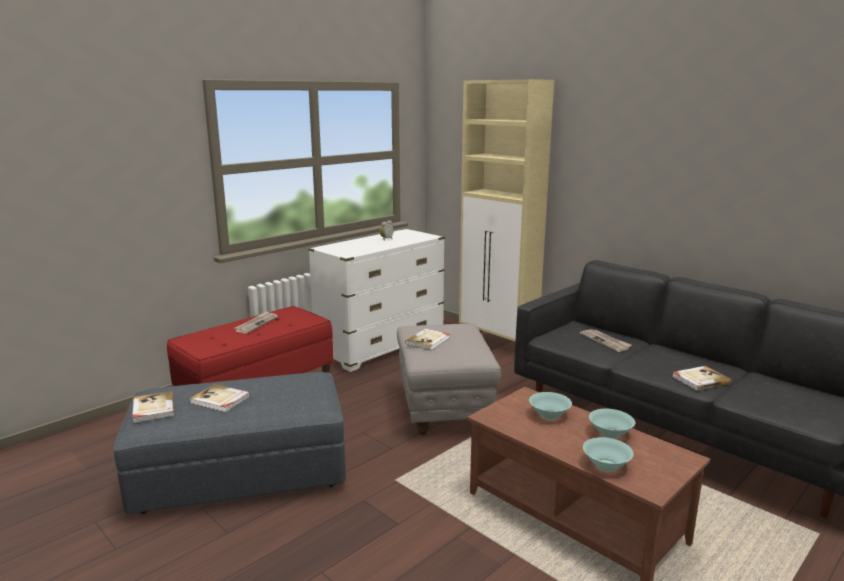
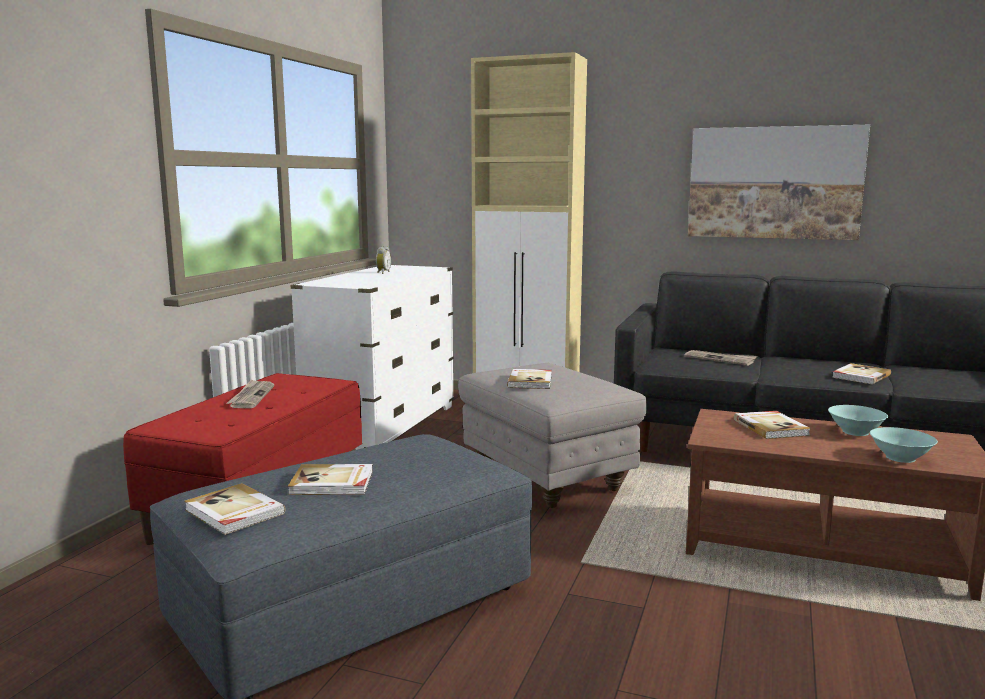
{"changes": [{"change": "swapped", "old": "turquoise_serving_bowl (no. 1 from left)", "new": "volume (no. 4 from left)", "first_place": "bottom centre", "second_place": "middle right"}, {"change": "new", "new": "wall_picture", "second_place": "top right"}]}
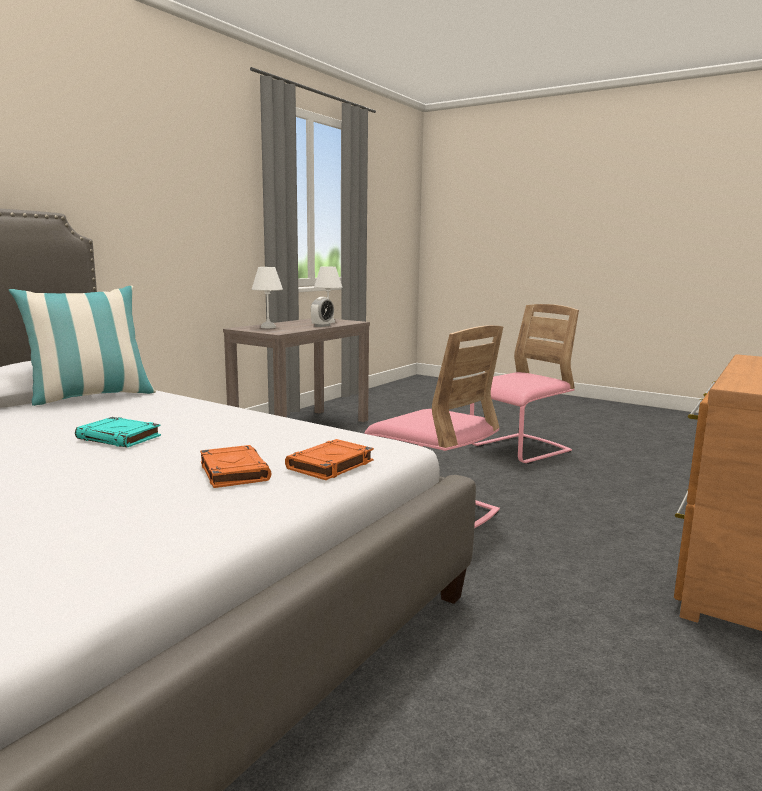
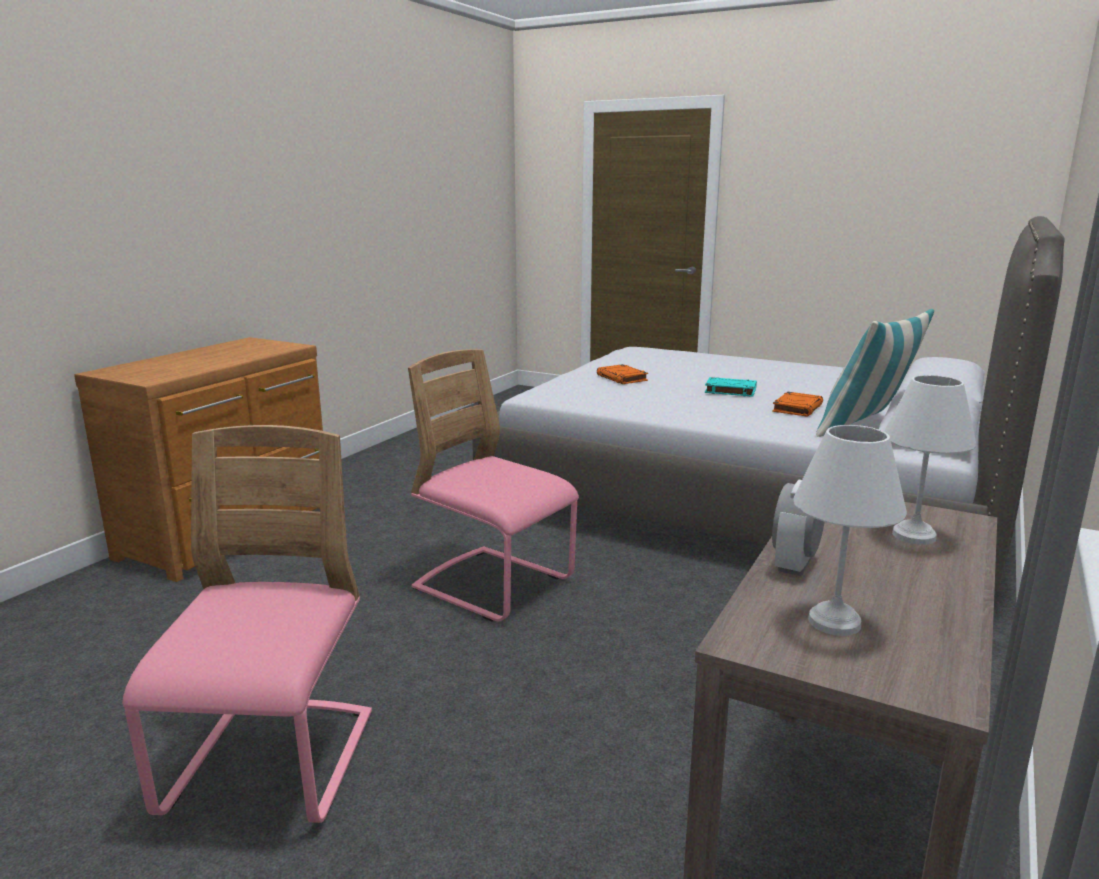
{"changes": [{"change": "shifted", "old": "orangey_volume (no. 2 from left)", "first_place": "centre", "second_place": "middle right"}, {"change": "rotated", "old": "pink-coloured_chair (no. 2 from left in the first image)", "first_place": "middle right", "second_place": "bottom left", "degrees": 135}]}
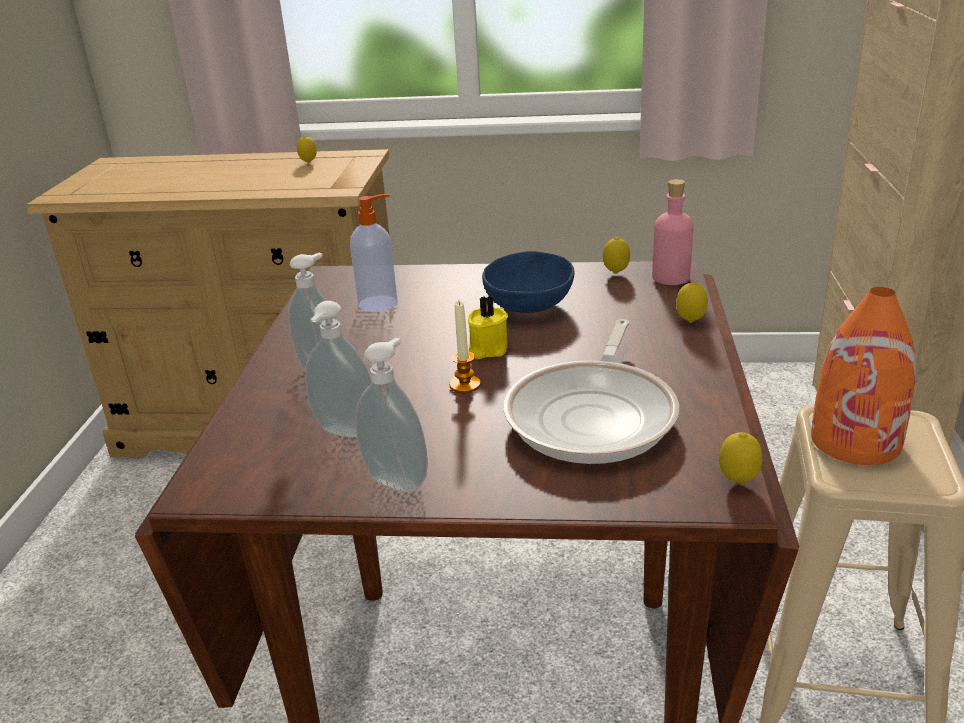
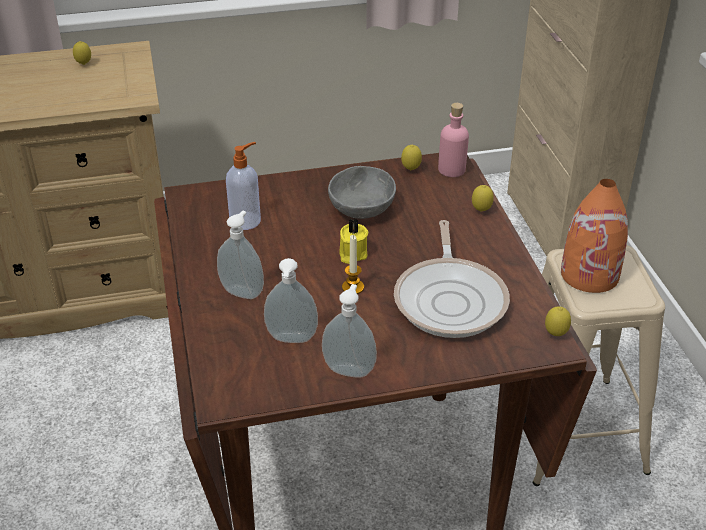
{"changes": [{"change": "repainted", "old": "blue-coloured_serving_bowl", "new": "grey_serving_bowl", "first_place": "centre", "second_place": "centre"}]}
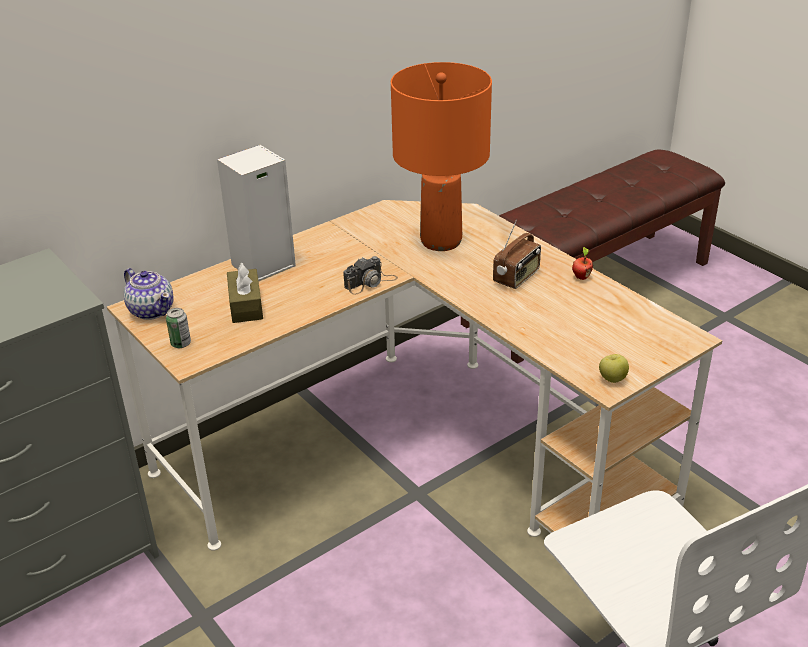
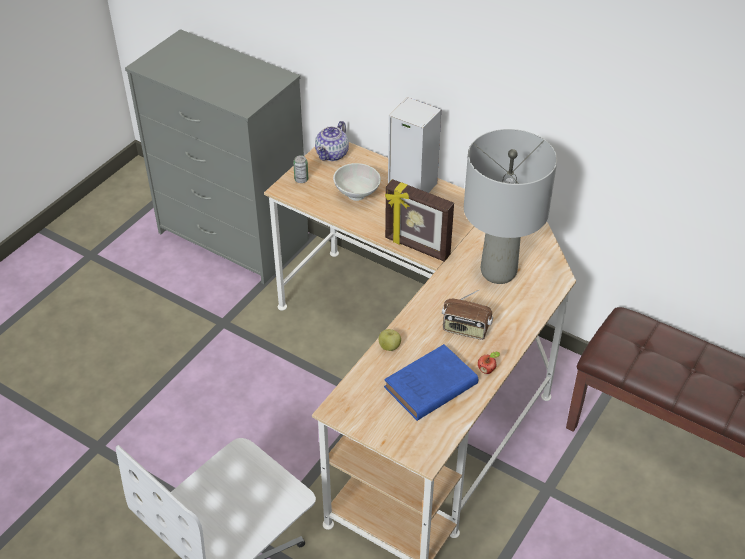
{"changes": [{"change": "swapped", "old": "brown_box_of_tissues", "new": "white-coloured_serving_bowl", "first_place": "middle left", "second_place": "top centre"}, {"change": "swapped", "old": "photo_camera", "new": "photo_frame", "first_place": "centre", "second_place": "centre"}, {"change": "repainted", "old": "orangey_tabletop_lamp", "new": "grey_tabletop_lamp", "first_place": "top centre", "second_place": "middle right"}, {"change": "shifted", "old": "whole_apple (no. 2 from left in the first image)", "new": "whole_apple (no. 1 from left)", "first_place": "middle right", "second_place": "centre"}, {"change": "new", "new": "blue-coloured_volume", "second_place": "bottom centre"}]}
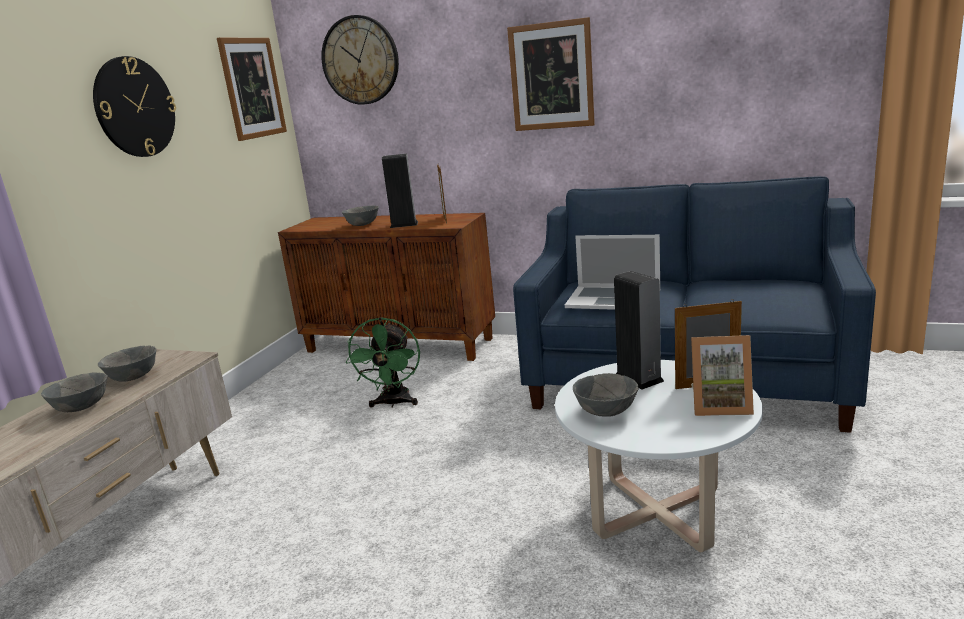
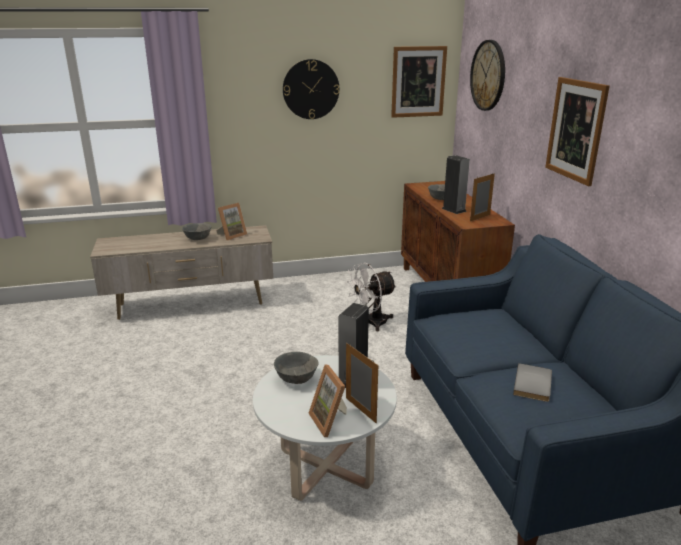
{"changes": [{"change": "swapped", "old": "grey_serving_bowl (no. 2 from left)", "new": "photo_frame (no. 1 from left)", "first_place": "middle left", "second_place": "centre"}, {"change": "repainted", "old": "green_electric_fan", "new": "white-coloured_electric_fan", "first_place": "centre", "second_place": "centre"}, {"change": "gone", "old": "notebook_computer", "first_place": "centre"}, {"change": "new", "new": "grey_volume", "second_place": "bottom right"}]}
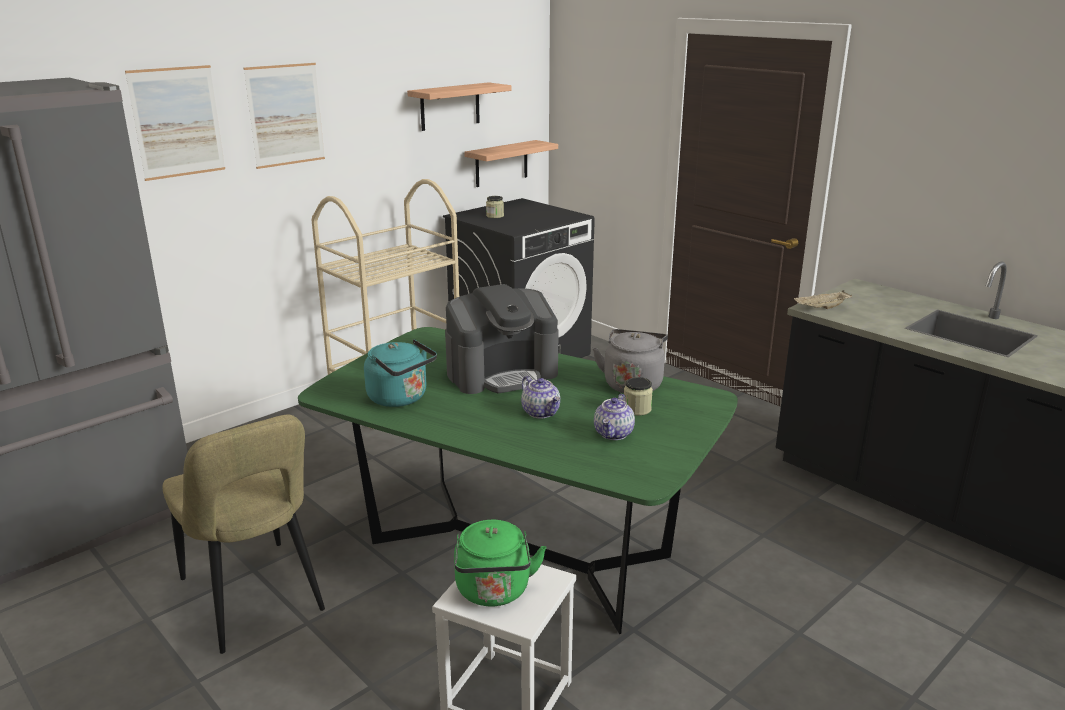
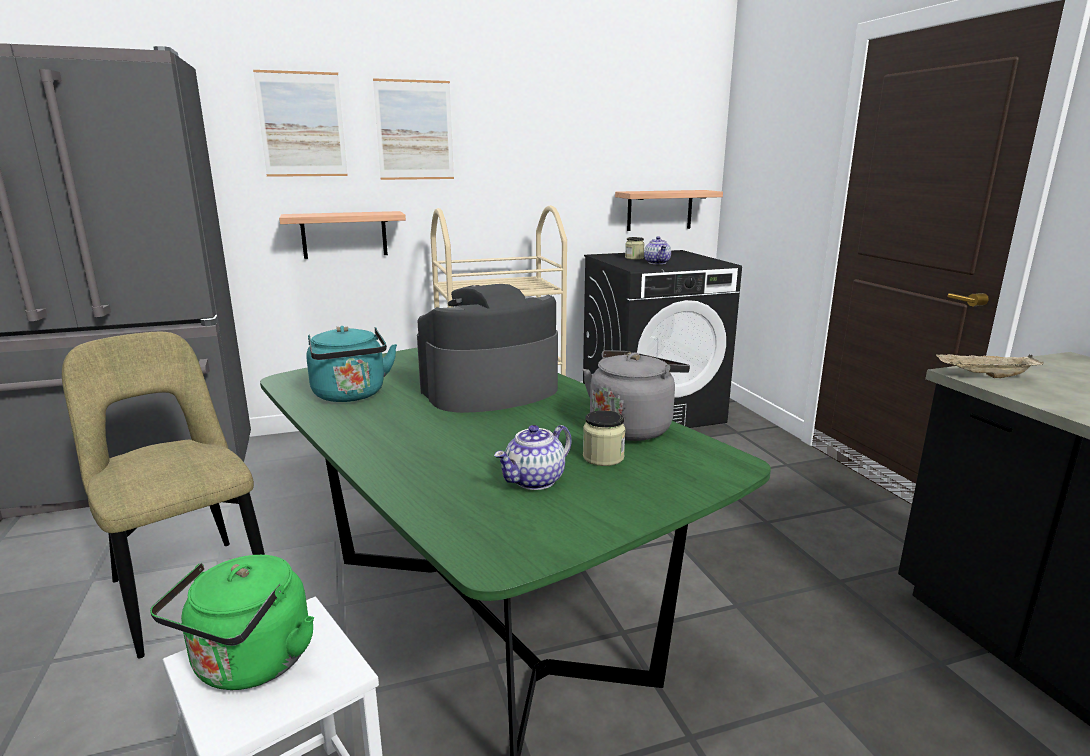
{"changes": [{"change": "rotated", "old": "beige_chair", "first_place": "bottom left", "second_place": "middle left", "degrees": 150}, {"change": "shifted", "old": "wall_shelf (no. 1 from left)", "first_place": "top centre", "second_place": "top left"}, {"change": "rotated", "old": "coffee_brewer", "first_place": "centre", "second_place": "centre", "degrees": 150}, {"change": "shifted", "old": "pot_for_tea (no. 1 from left in the first image)", "new": "pot_for_tea (no. 2 from left)", "first_place": "centre", "second_place": "top centre"}]}
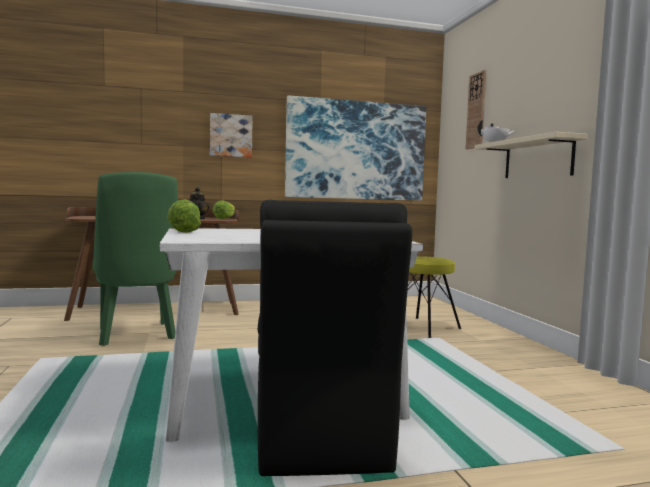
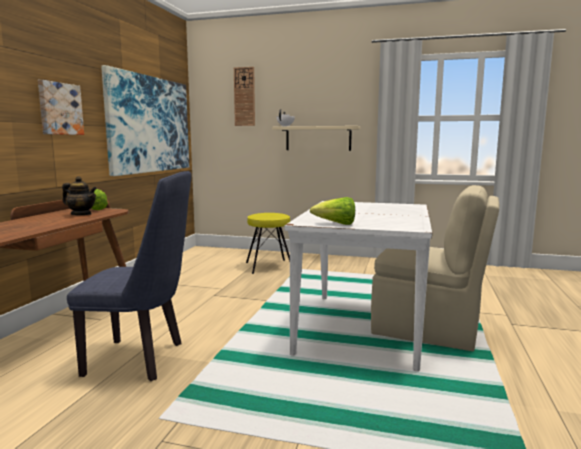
{"changes": [{"change": "repainted", "old": "green_chair", "new": "blue-coloured_chair", "first_place": "middle left", "second_place": "middle left"}, {"change": "repainted", "old": "black_chair", "new": "beige_chair", "first_place": "bottom centre", "second_place": "middle right"}]}
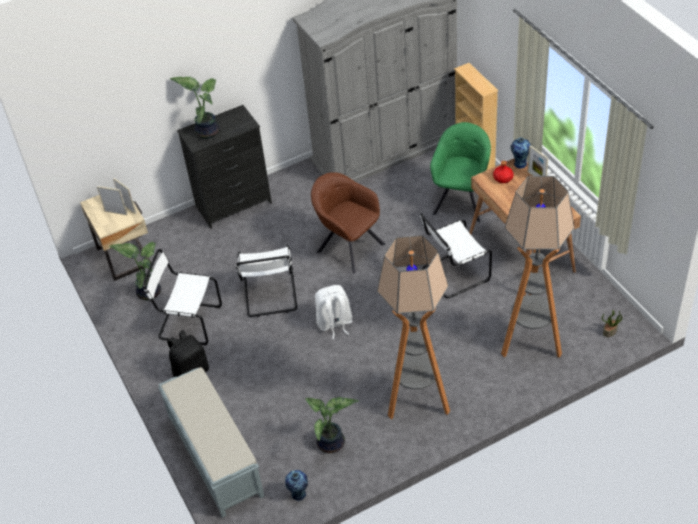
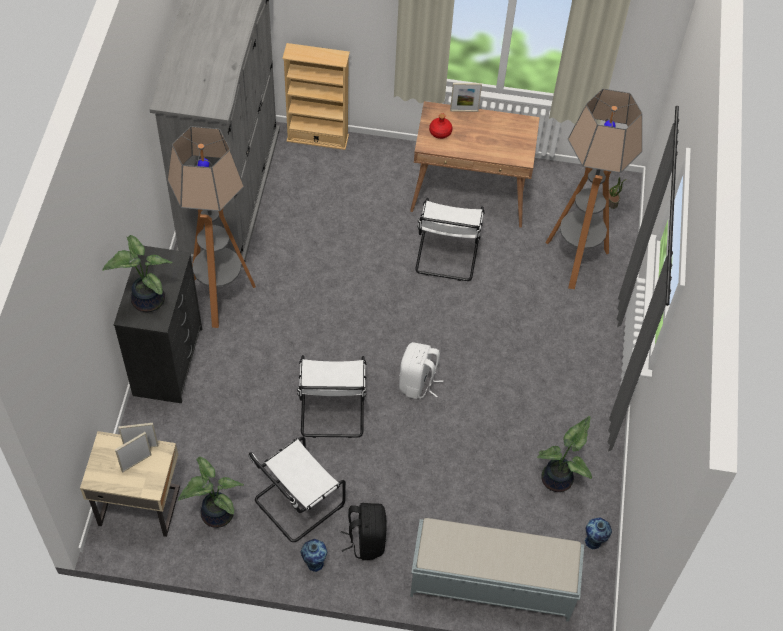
{"changes": [{"change": "rotated", "old": "white-coloured_chair (no. 2 from left)", "first_place": "centre", "second_place": "centre", "degrees": 60}, {"change": "gone", "old": "brown_armchair", "first_place": "centre"}, {"change": "shifted", "old": "standard_lamp (no. 1 from left)", "first_place": "centre", "second_place": "middle left"}, {"change": "gone", "old": "green_armchair", "first_place": "top centre"}, {"change": "shifted", "old": "flower_vase (no. 2 from left in the first image)", "new": "flower_vase (no. 1 from left)", "first_place": "top right", "second_place": "bottom centre"}]}
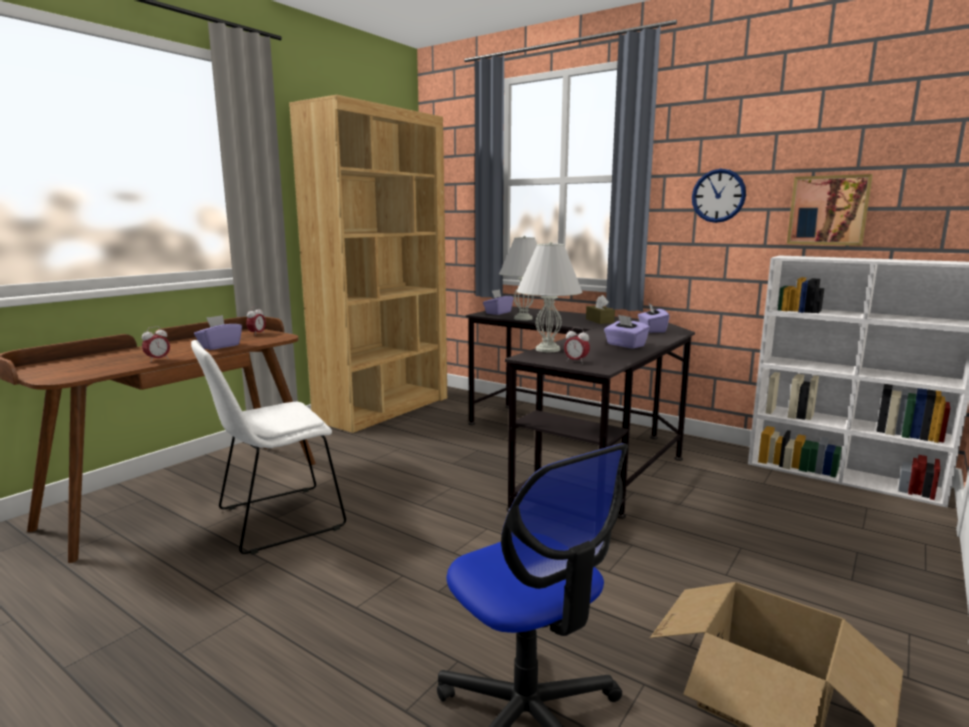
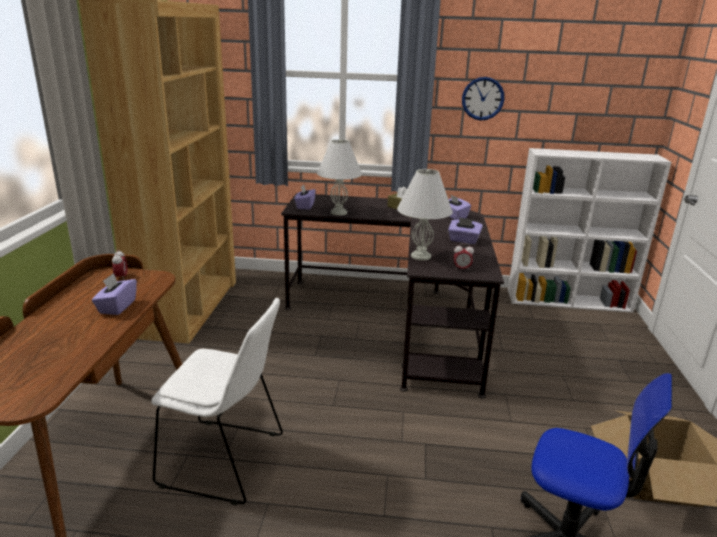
{"changes": [{"change": "gone", "old": "alarm_clock (no. 1 from left)", "first_place": "middle left"}, {"change": "rotated", "old": "white-coloured_chair", "first_place": "middle left", "second_place": "bottom left", "degrees": -105}, {"change": "gone", "old": "wall_picture", "first_place": "top right"}]}
